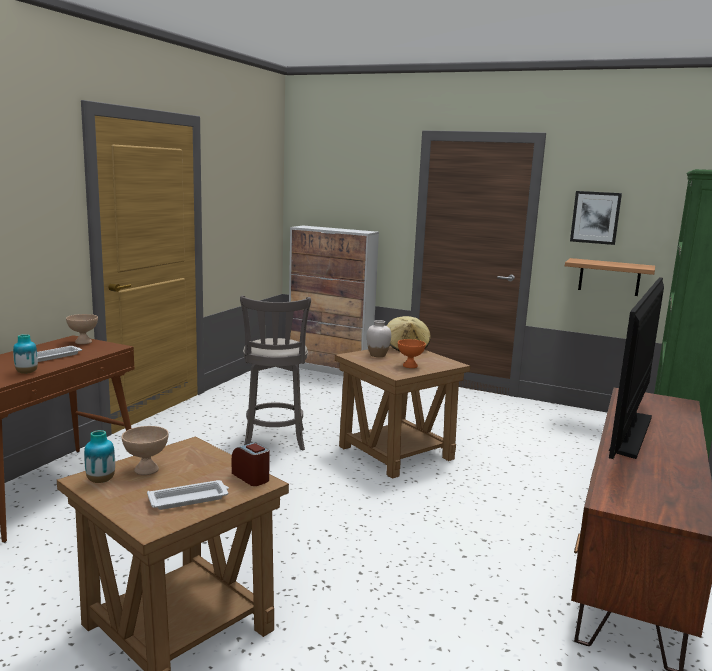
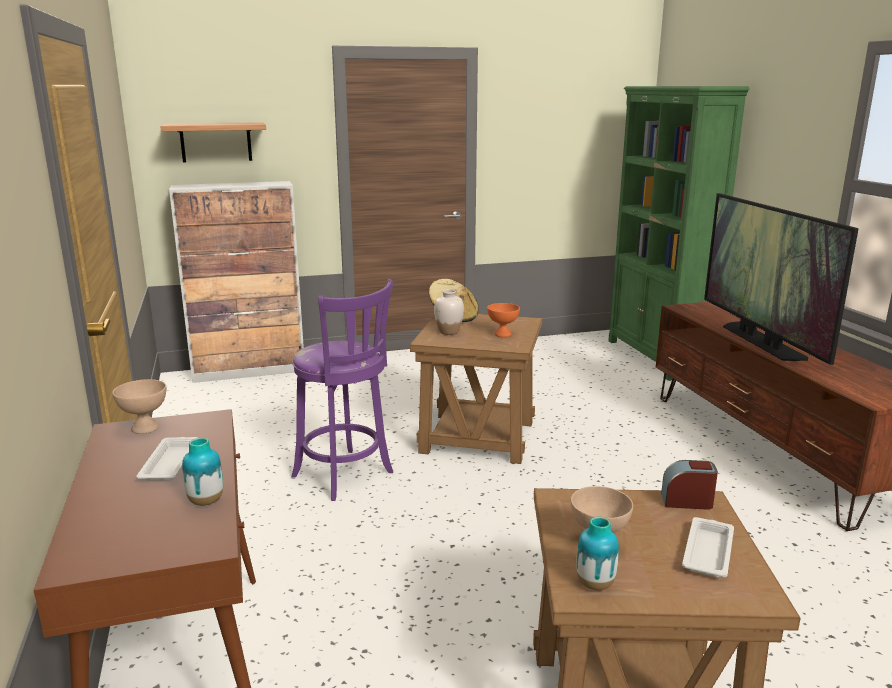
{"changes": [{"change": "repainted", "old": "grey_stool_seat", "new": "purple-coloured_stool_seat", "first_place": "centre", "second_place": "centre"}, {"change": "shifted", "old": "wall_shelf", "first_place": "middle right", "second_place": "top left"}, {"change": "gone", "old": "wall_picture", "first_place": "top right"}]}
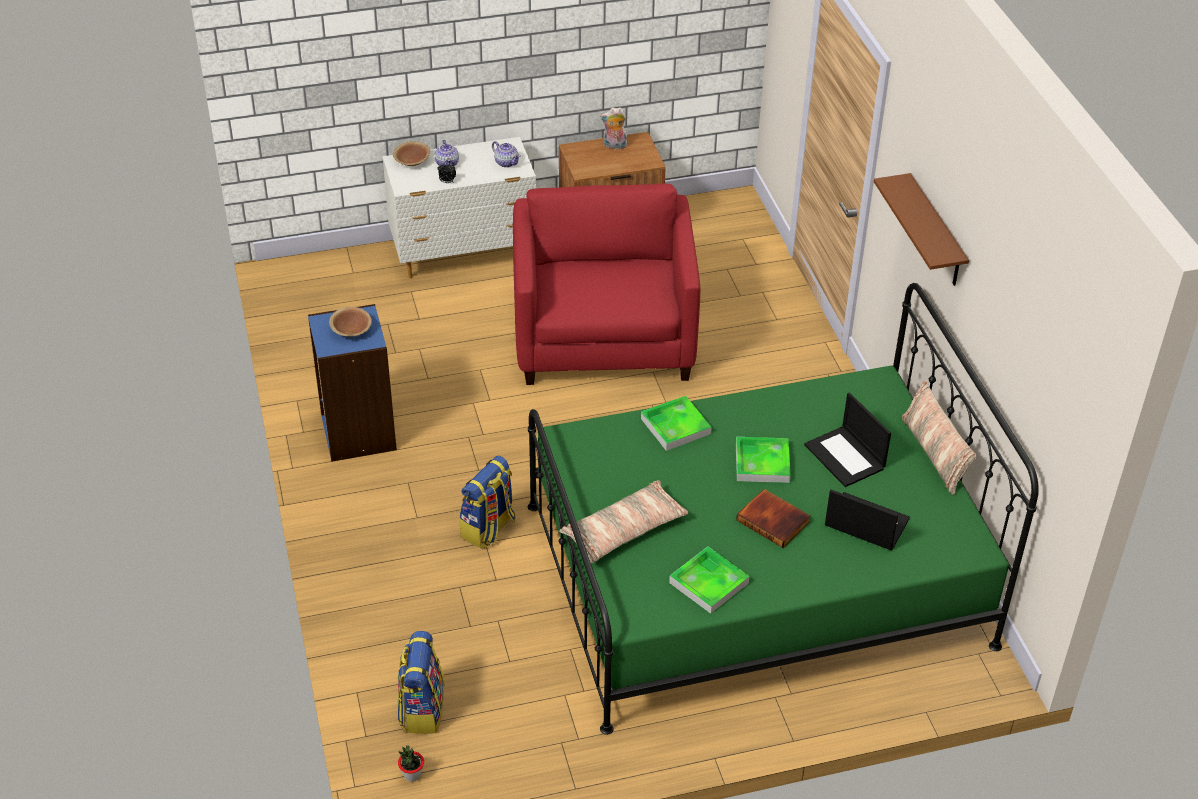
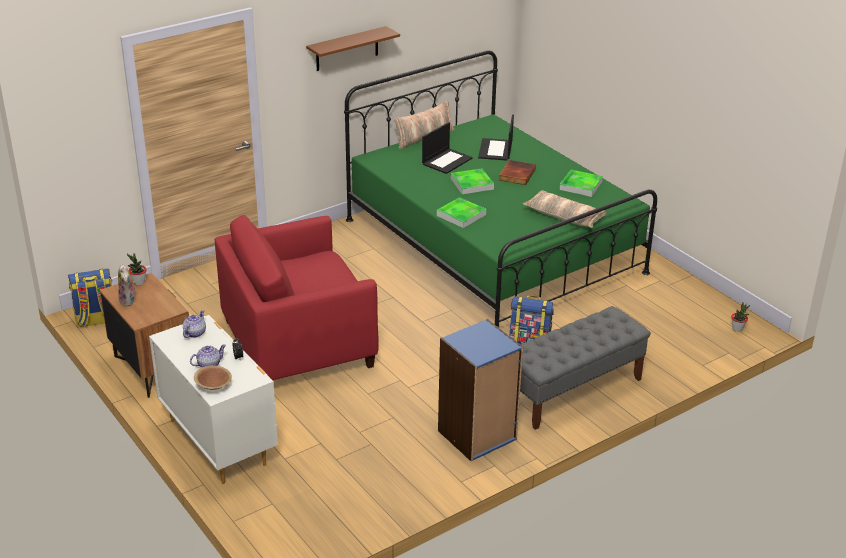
{"changes": [{"change": "gone", "old": "brown_serving_bowl (no. 1 from left)", "first_place": "middle left"}, {"change": "shifted", "old": "rucksack (no. 1 from left)", "first_place": "bottom centre", "second_place": "middle left"}, {"change": "new", "new": "plant_in_a_pot (no. 1 from left)", "second_place": "middle left"}, {"change": "new", "new": "grey_bench", "second_place": "middle right"}]}
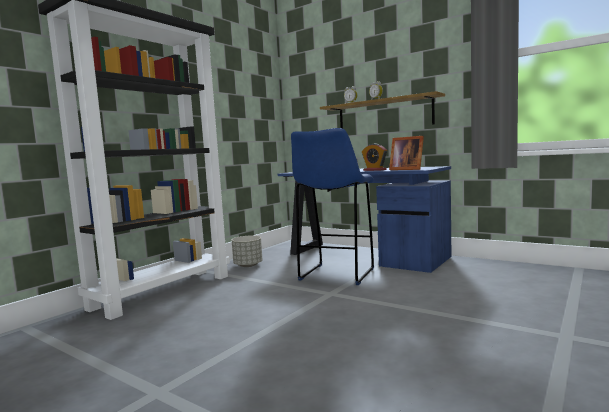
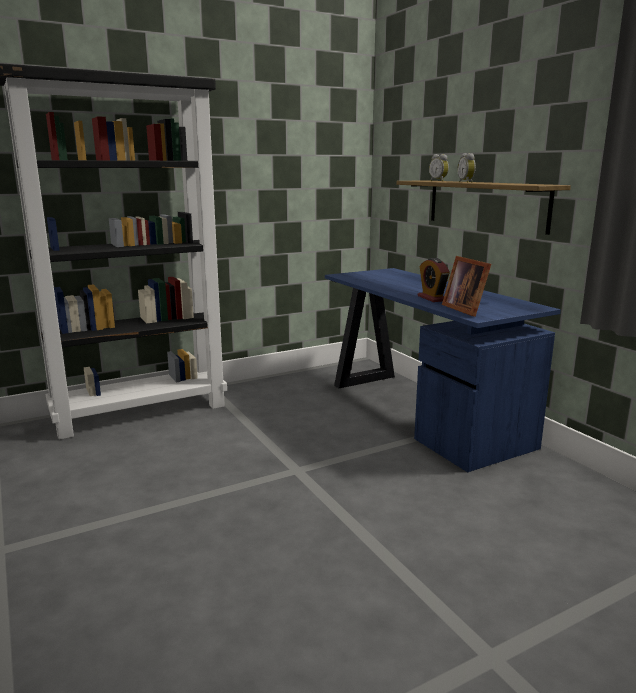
{"changes": [{"change": "gone", "old": "grey_flower_pot", "first_place": "centre"}, {"change": "gone", "old": "blue-coloured_stool_seat", "first_place": "centre"}]}
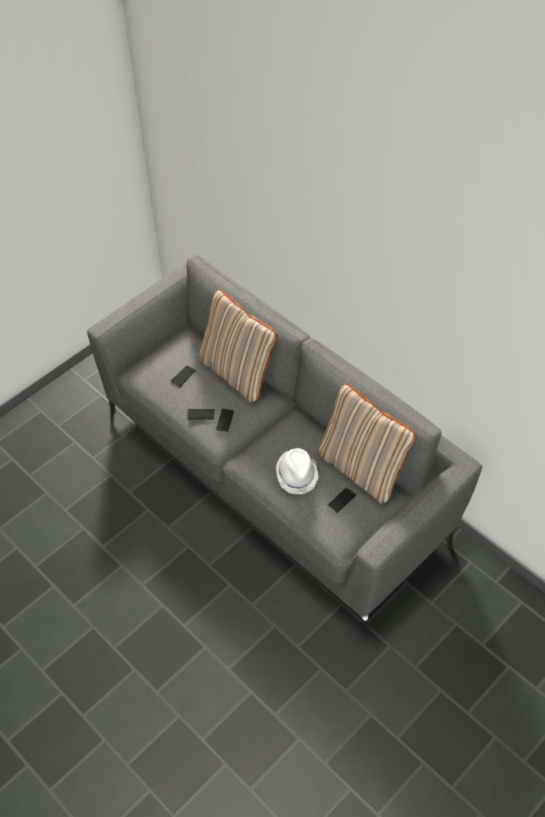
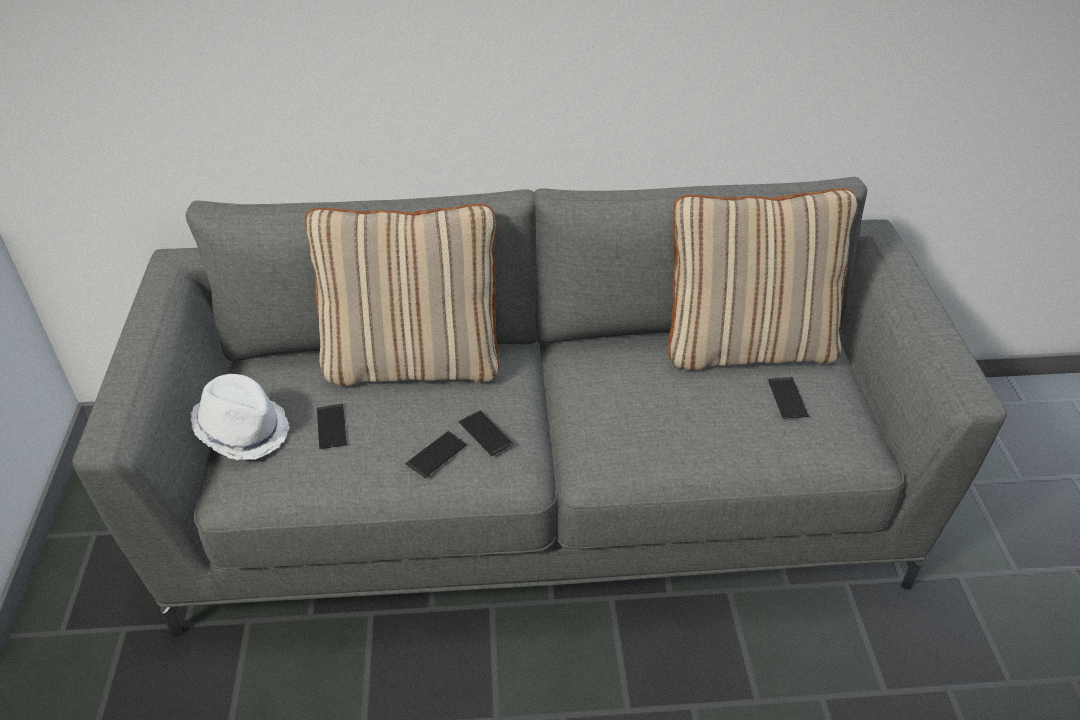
{"changes": [{"change": "shifted", "old": "white-coloured_clothing_hat", "first_place": "centre", "second_place": "middle left"}]}
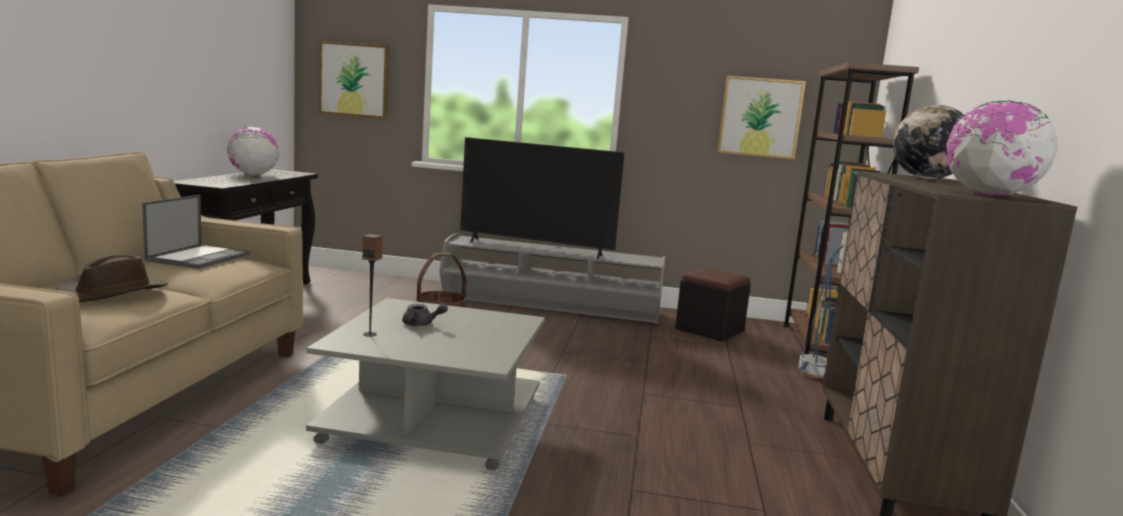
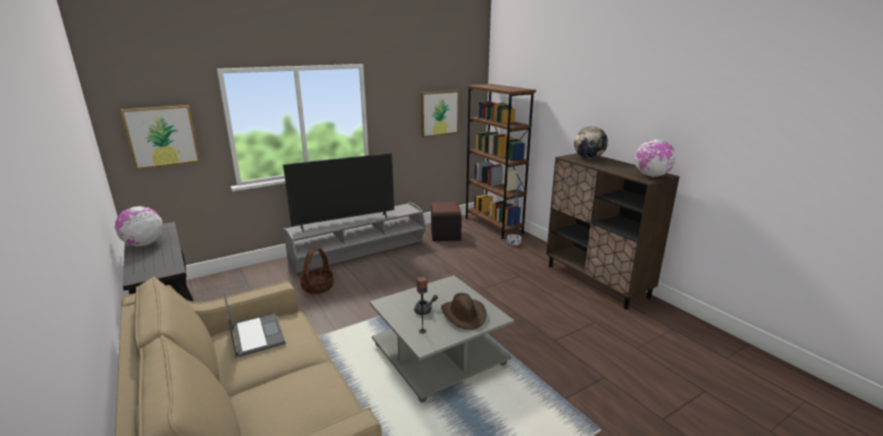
{"changes": [{"change": "shifted", "old": "brown_clothing_hat", "first_place": "middle left", "second_place": "bottom centre"}]}
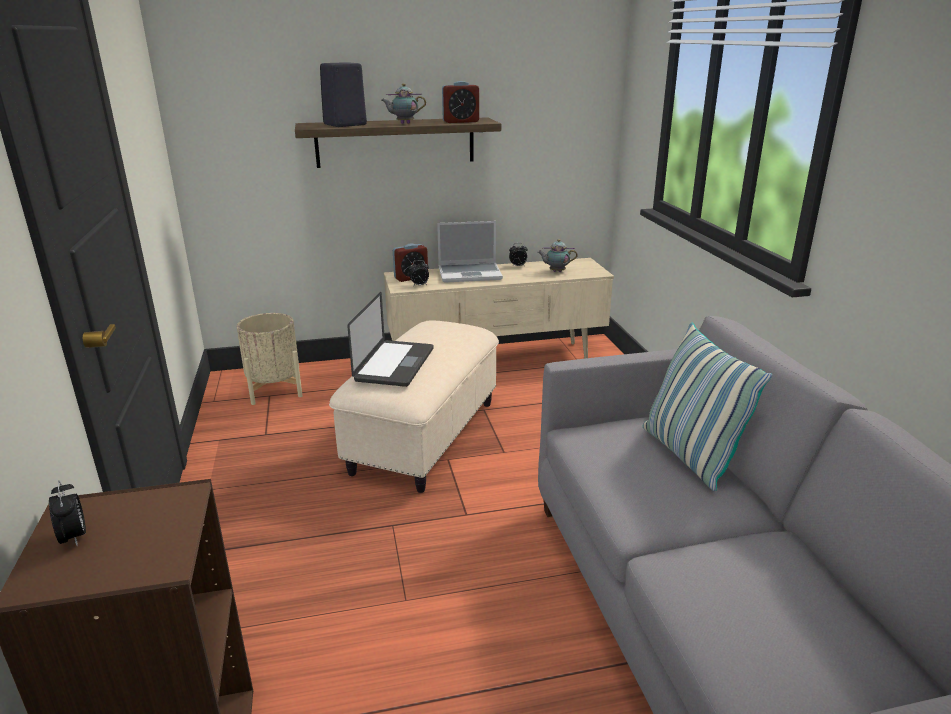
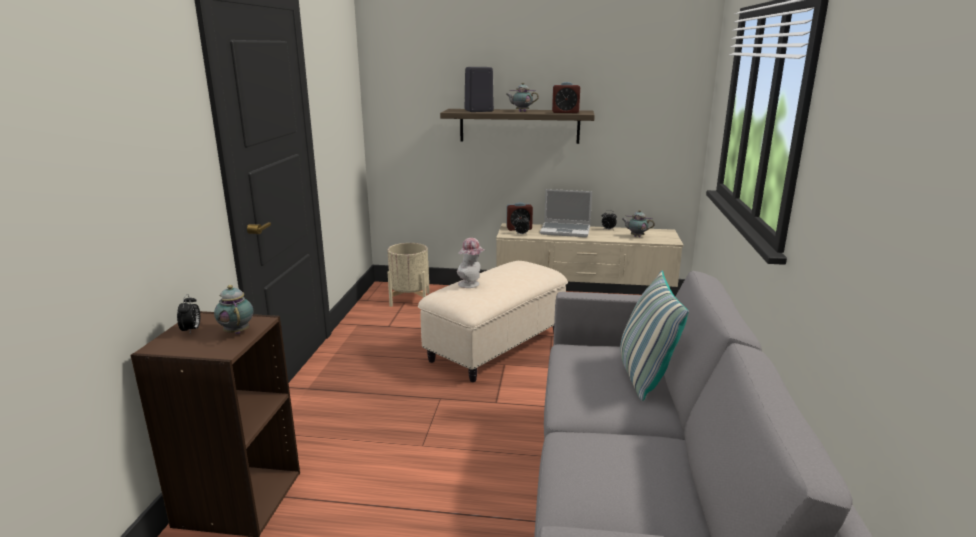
{"changes": [{"change": "swapped", "old": "notebook_computer (no. 1 from left)", "new": "clothing_hat", "first_place": "centre", "second_place": "centre"}, {"change": "new", "new": "pot_for_tea (no. 1 from left)", "second_place": "middle left"}]}
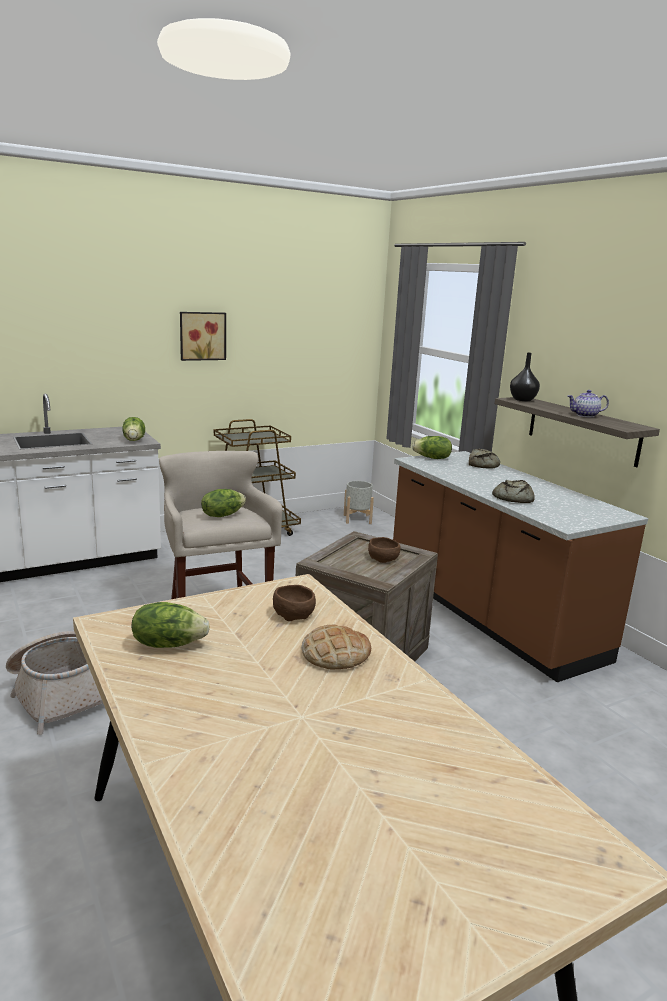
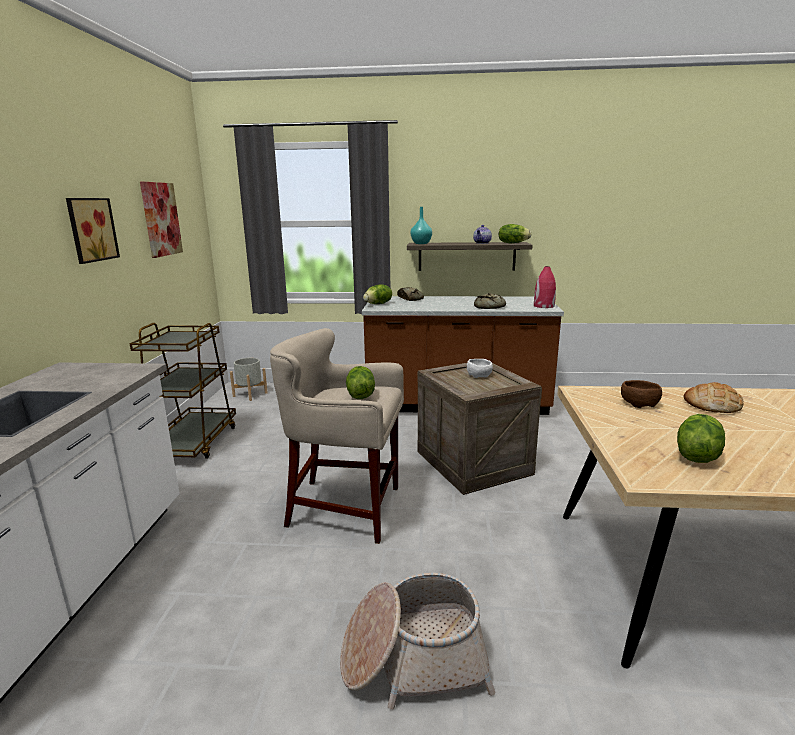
{"changes": [{"change": "shifted", "old": "lettuce (no. 1 from left in the first image)", "new": "lettuce (no. 3 from left)", "first_place": "middle left", "second_place": "top centre"}, {"change": "repainted", "old": "brown_serving_bowl (no. 2 from left)", "new": "white-coloured_serving_bowl", "first_place": "centre", "second_place": "centre"}, {"change": "repainted", "old": "black_flower_vase", "new": "turquoise_flower_vase", "first_place": "middle right", "second_place": "top centre"}, {"change": "new", "new": "wall_picture (no. 2 from left)", "second_place": "top left"}, {"change": "new", "new": "red_flower_vase", "second_place": "middle right"}]}
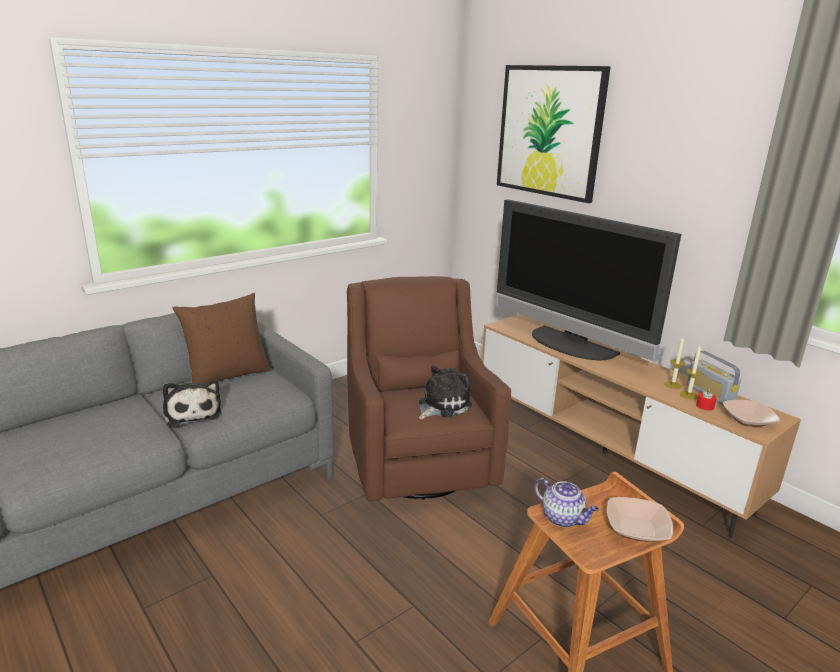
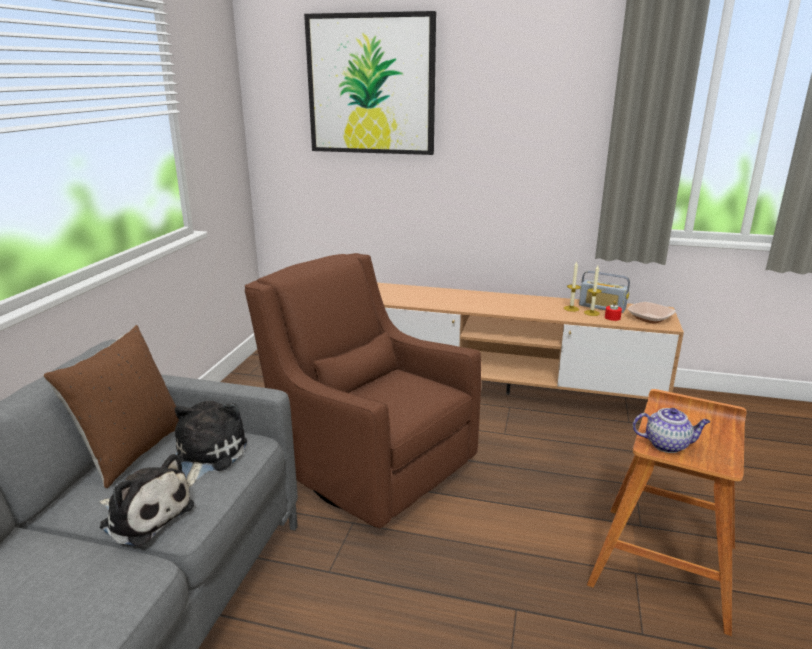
{"changes": [{"change": "shifted", "old": "soft_toy (no. 2 from left)", "first_place": "centre", "second_place": "bottom left"}, {"change": "gone", "old": "television", "first_place": "middle right"}, {"change": "gone", "old": "serving_bowl (no. 1 from left)", "first_place": "bottom right"}]}
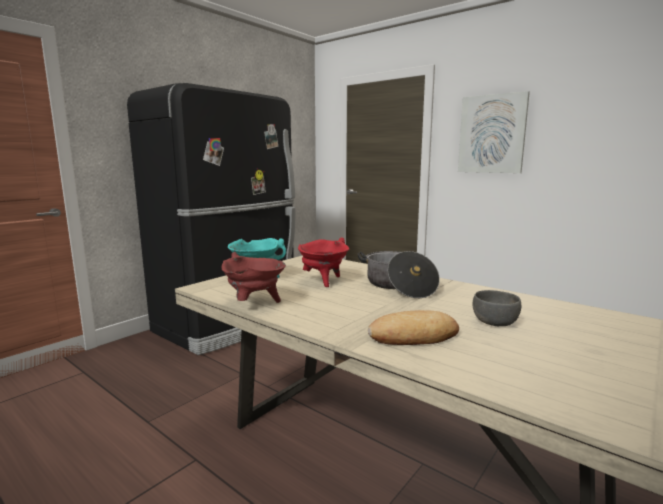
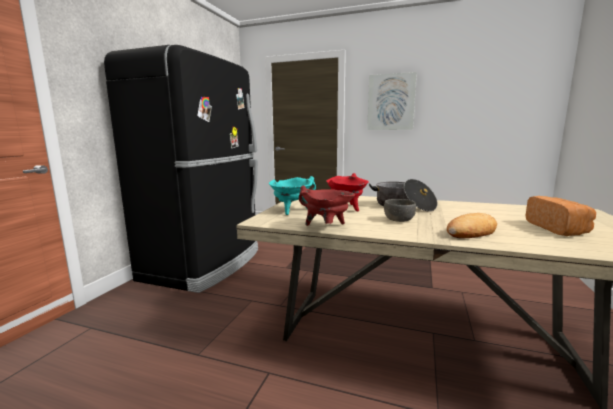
{"changes": [{"change": "shifted", "old": "grey_serving_bowl", "first_place": "middle right", "second_place": "centre"}, {"change": "new", "new": "bread (no. 2 from left)", "second_place": "middle right"}]}
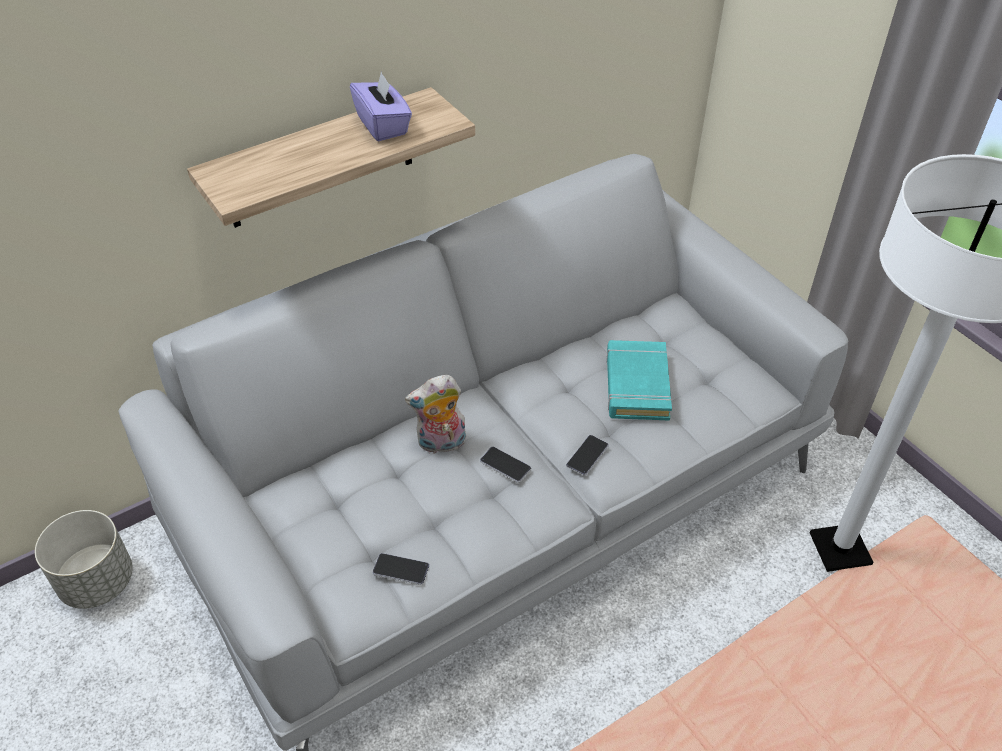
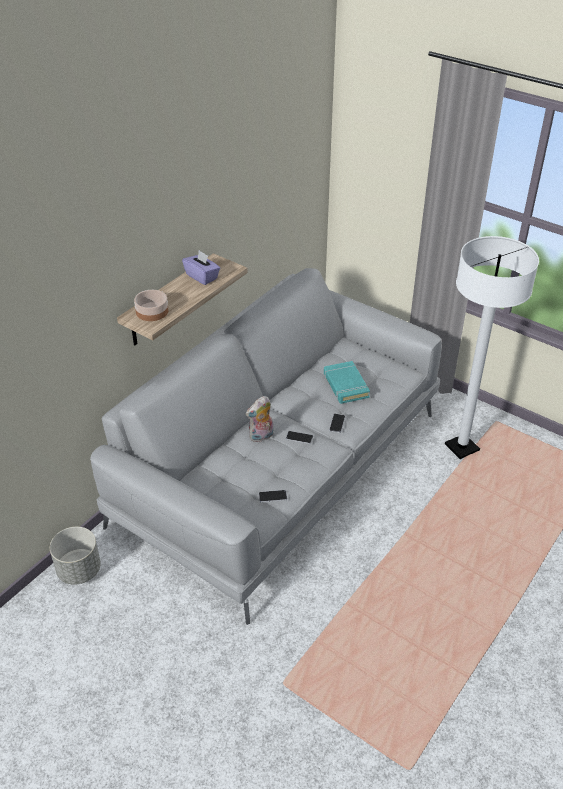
{"changes": [{"change": "new", "new": "serving_bowl", "second_place": "middle left"}]}
